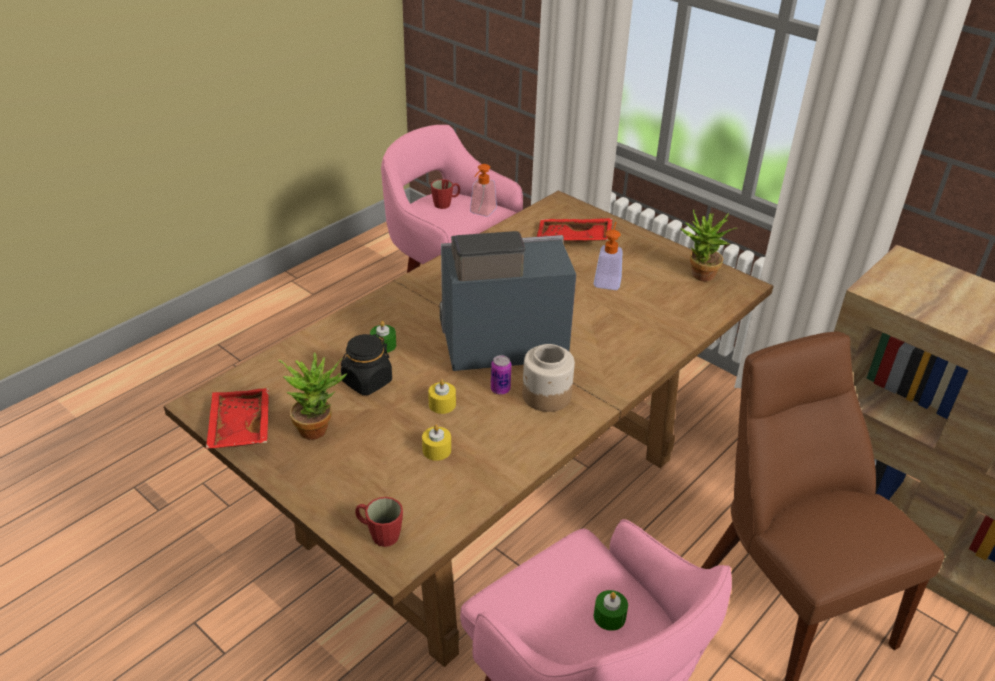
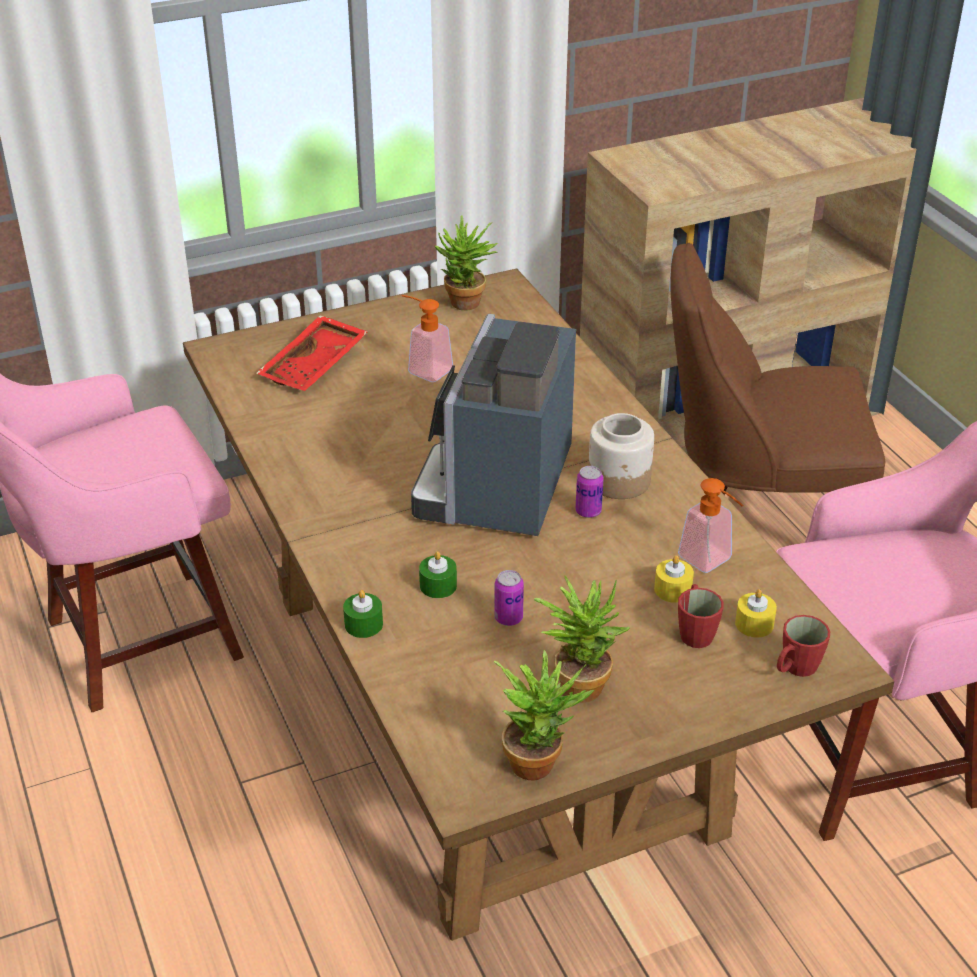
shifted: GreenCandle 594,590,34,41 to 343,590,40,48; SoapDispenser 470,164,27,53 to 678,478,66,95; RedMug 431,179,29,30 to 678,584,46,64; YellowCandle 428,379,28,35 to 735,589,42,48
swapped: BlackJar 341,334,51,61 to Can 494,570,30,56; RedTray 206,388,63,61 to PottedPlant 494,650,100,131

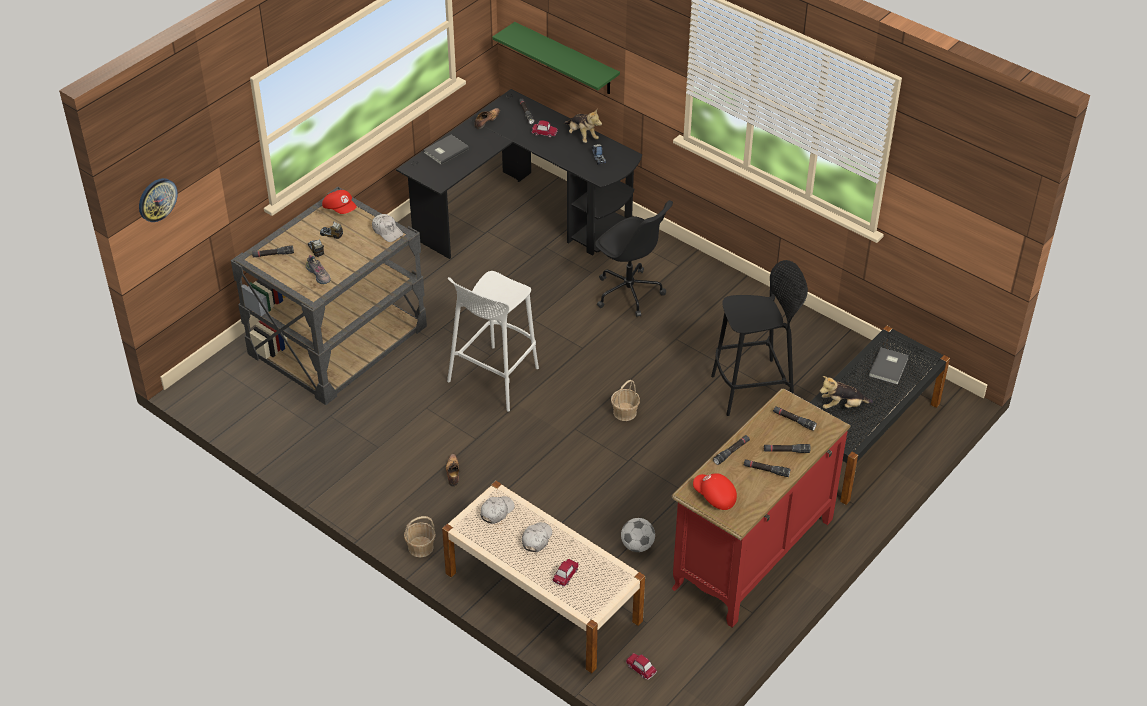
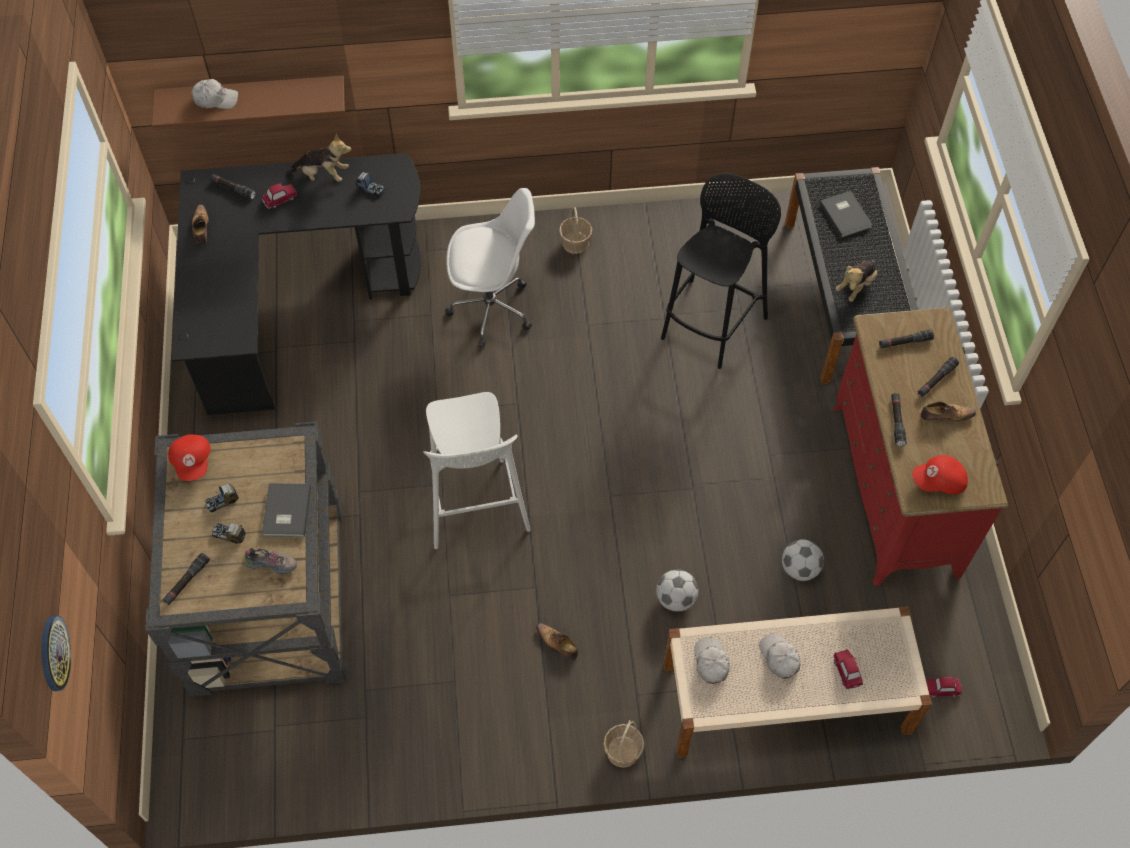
new: Football 656,570,42,42
shifted: WhiteCap 372,214,32,28 to 191,79,47,30; GreyBook 424,135,45,30 to 262,483,49,54; Basket 611,380,29,41 to 559,207,33,47
swapped: BlackFlashlight 743,459,48,18 to Shoe 921,402,55,20
repainted: GreenShelf 492,22,128,72 to BrownShelf 152,75,193,53; BlackOfficeChair 595,200,78,117 to WhiteOfficeChair 445,188,90,159
rotated: RedCap 322,190,35,24 = 168,435,43,46 75 degrees clockwise

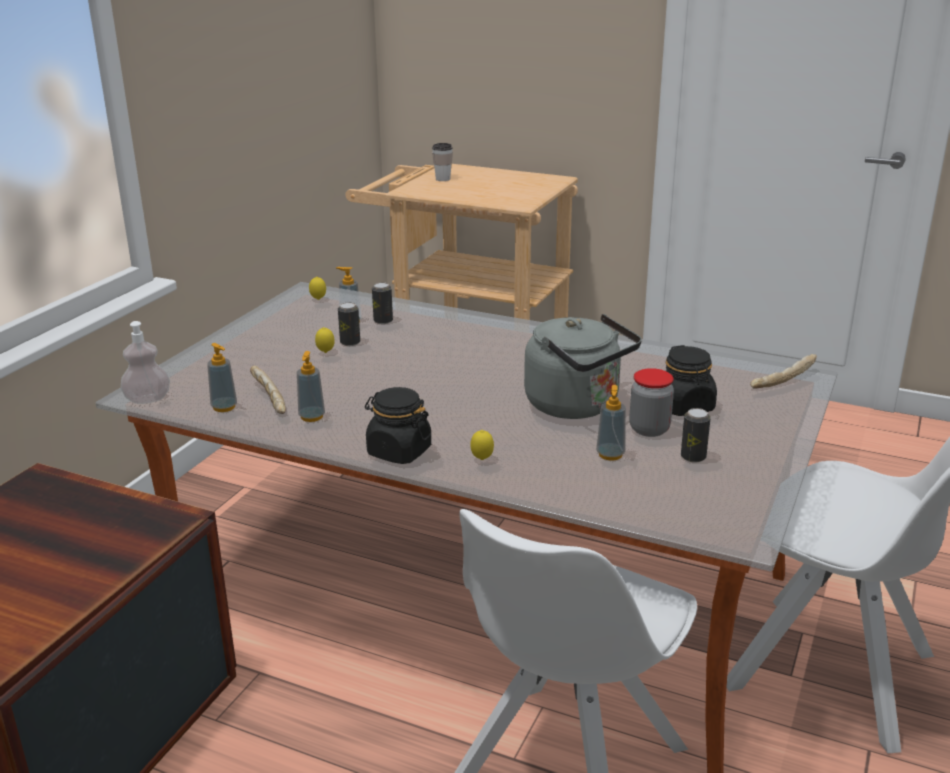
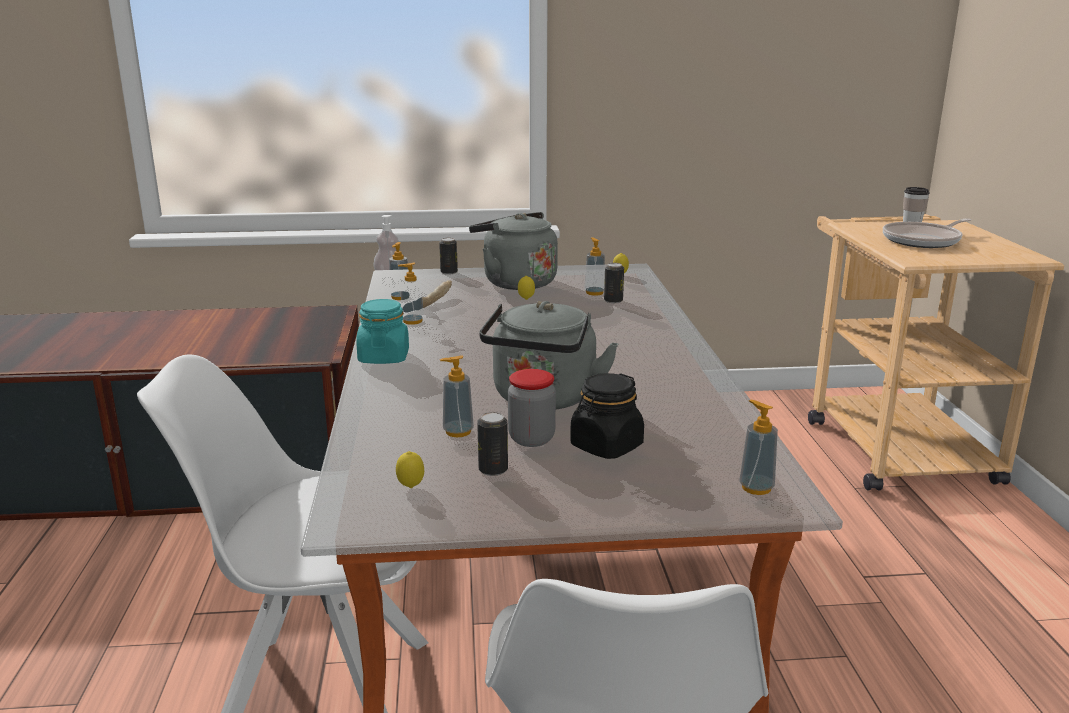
new: GreyKettle 469,212,89,78; FryingPan 883,218,88,30
shifted: Lemon 470,430,24,30 to 396,451,28,37; Can 338,302,22,44 to 439,238,19,37
swapped: Bread 750,354,67,35 to SoapDispenser 739,400,39,95
repainted: BlackJar 365,387,66,77 to TurquoiseJar 356,299,53,65

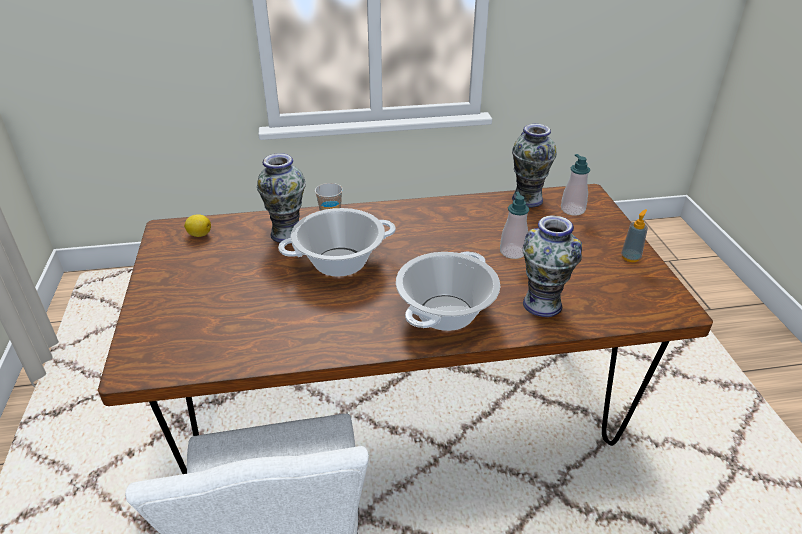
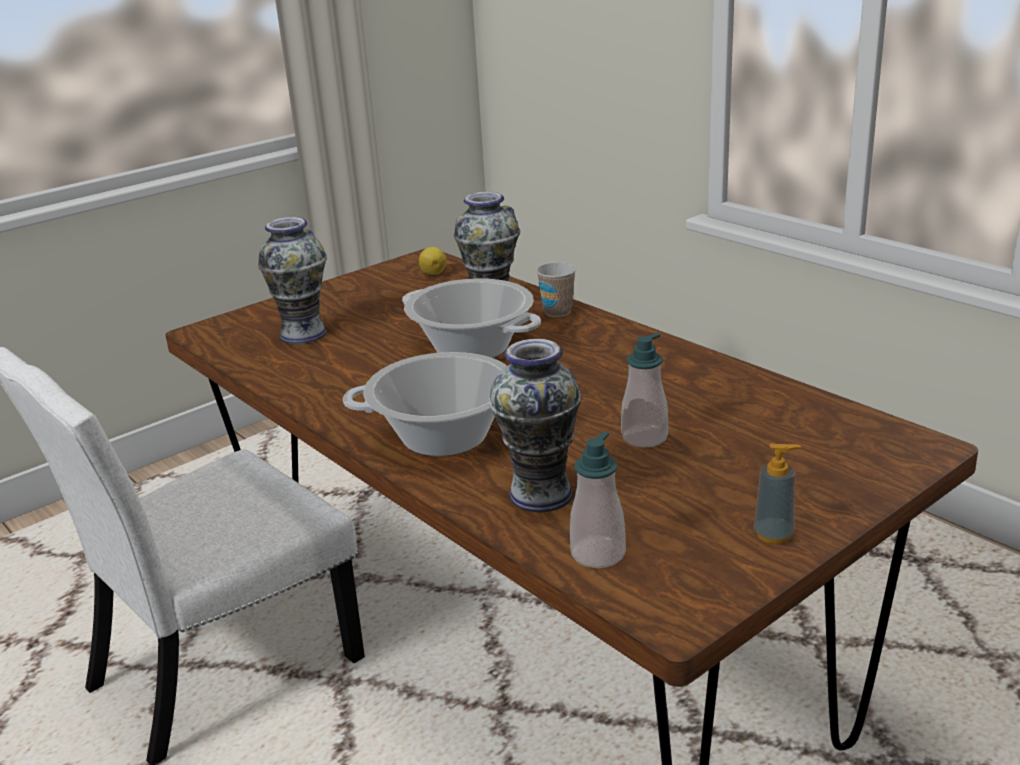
shifted: Vase 512,124,45,84 to 258,217,69,127; SoapDispenser 561,154,29,62 to 570,432,56,136

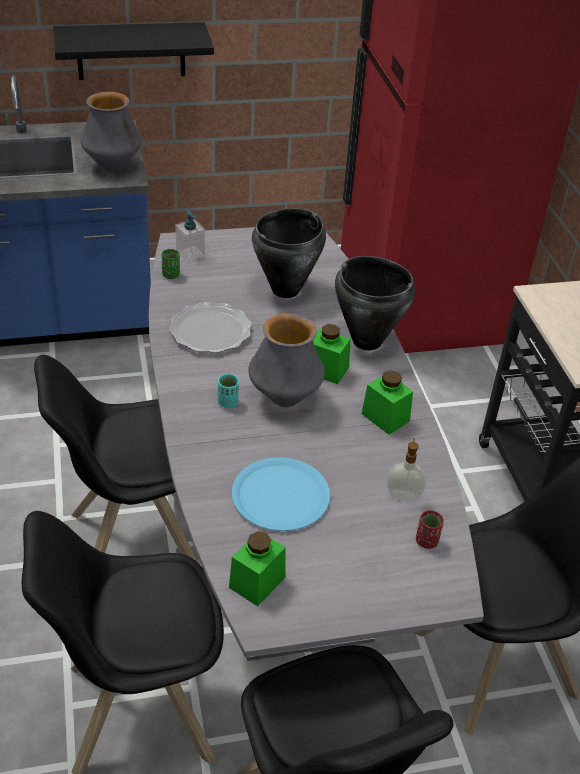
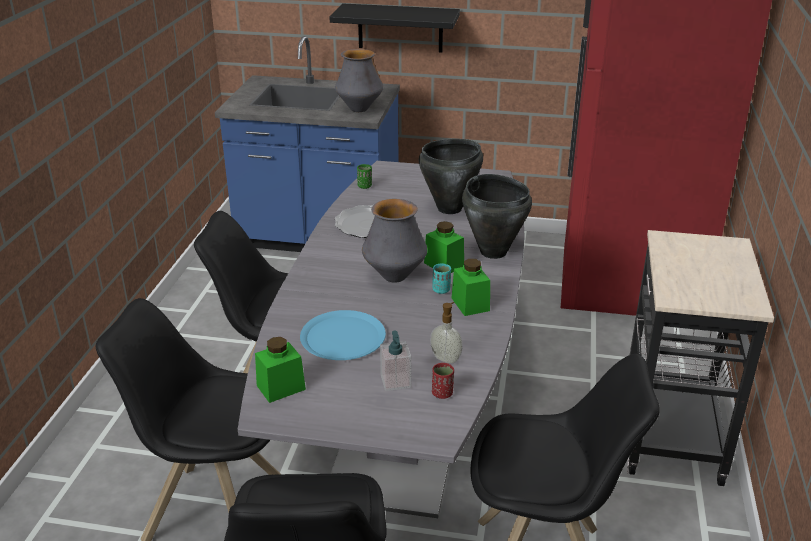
shifted: SoapDispenser 175,210,30,52 to 380,330,31,61; TurquoiseCup 218,374,21,34 to 432,263,19,31

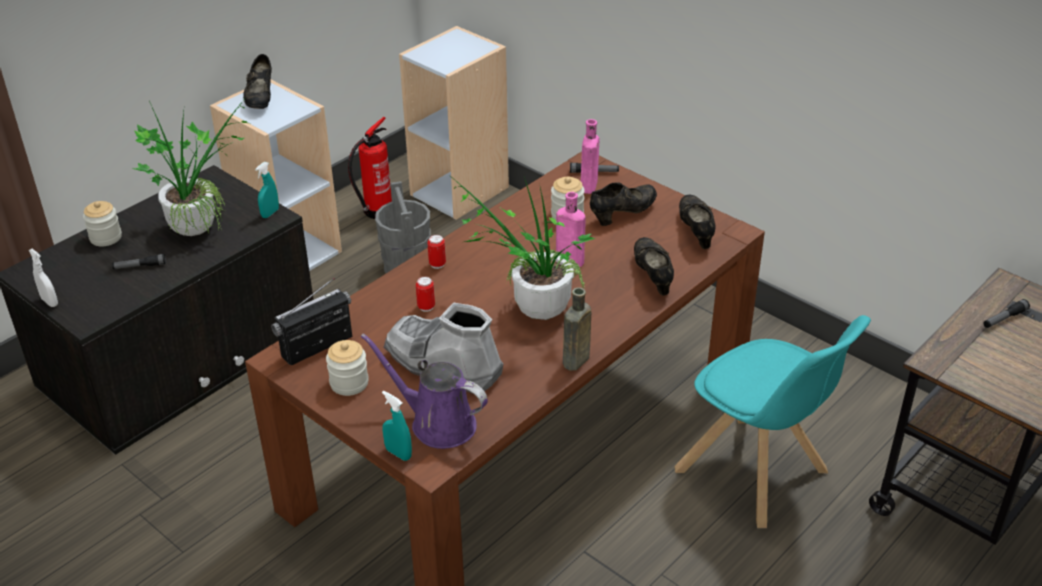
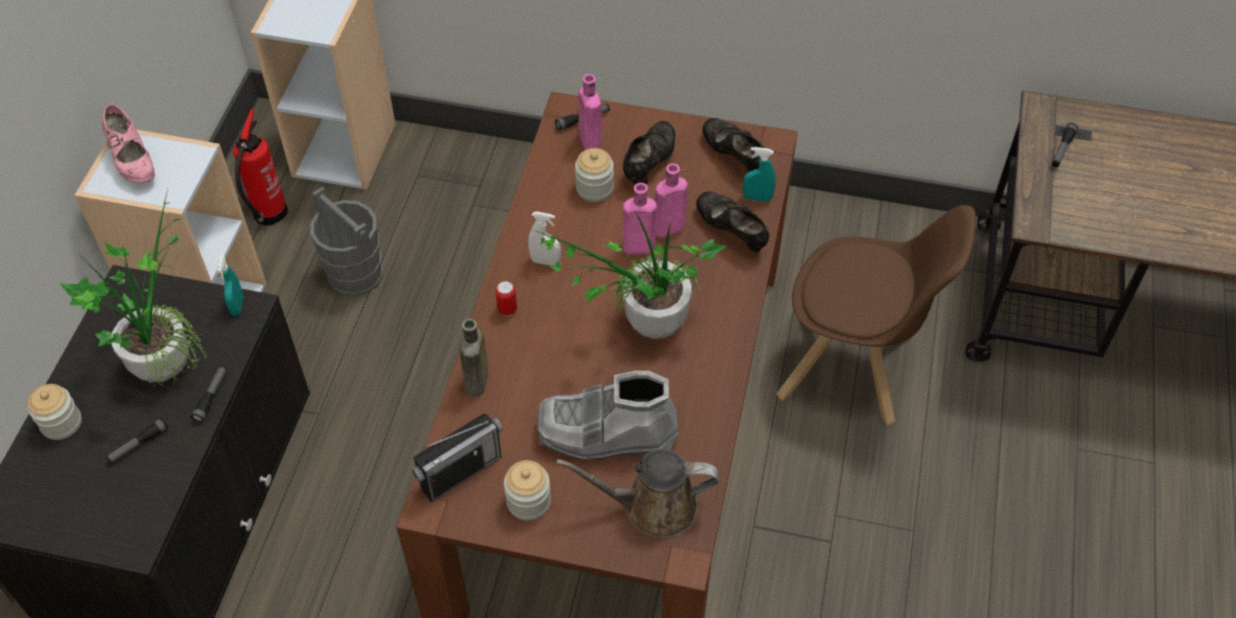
gone: Can 416,276,19,36
new: Flashlight 191,366,36,57; PinkBottle 655,163,33,75
shifted: BrownBottle 563,287,28,84 to 460,319,28,78; WhiteSprayBottle 29,249,29,58 to 528,212,33,54; TurquoiseSprayBottle 382,391,30,70 to 743,147,33,55
repainted: BlackShoe 243,54,29,55 to PinkShoe 102,104,53,79; PurpleWateringCan 360,333,128,116 to BrownWateringCan 556,449,162,90; TurquoiseChair 675,315,196,213 to BrownChair 777,205,199,221
rotated: Radio 271,278,81,87 = 411,413,92,89 150 degrees counterclockwise

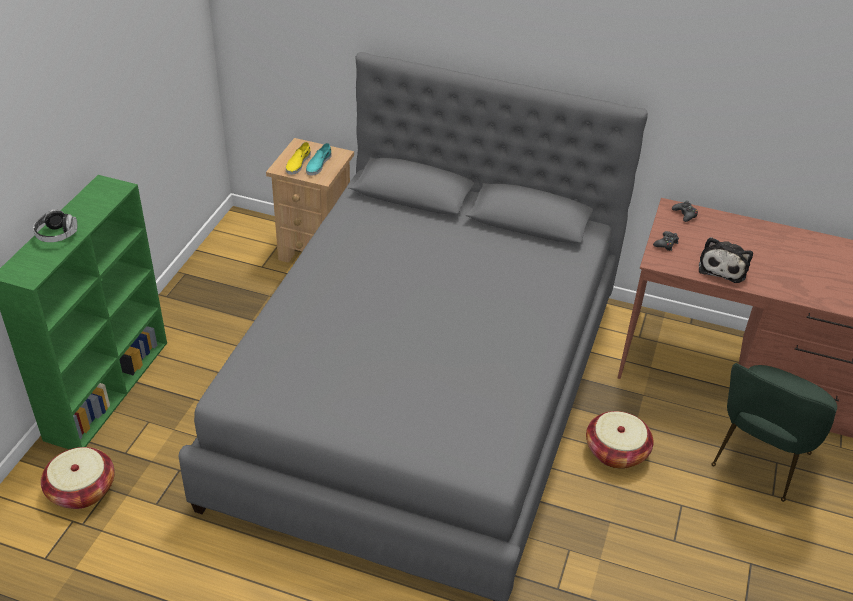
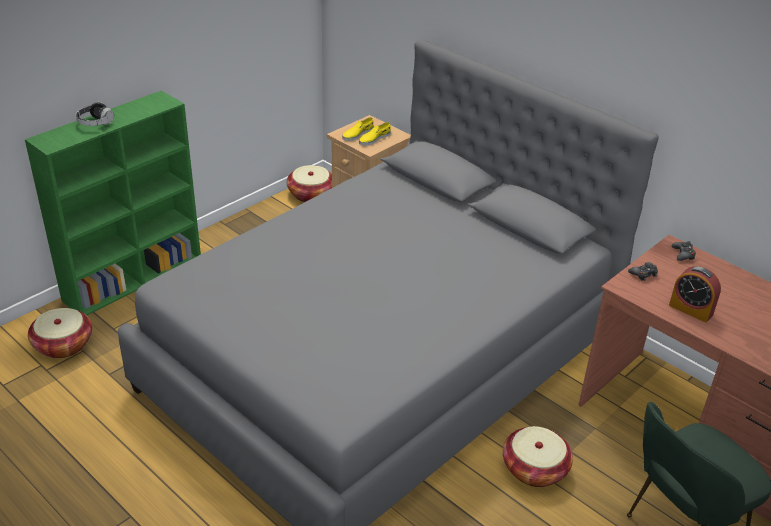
new: Basket 287,165,45,37
swapped: PlushToy 699,237,54,46 to AlarmClock 669,266,52,57
repainted: TurquoiseShoe 306,143,26,32 to YellowShoe 359,122,32,23

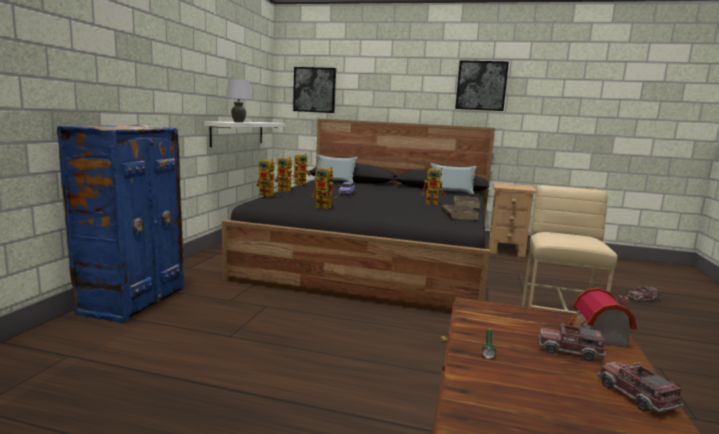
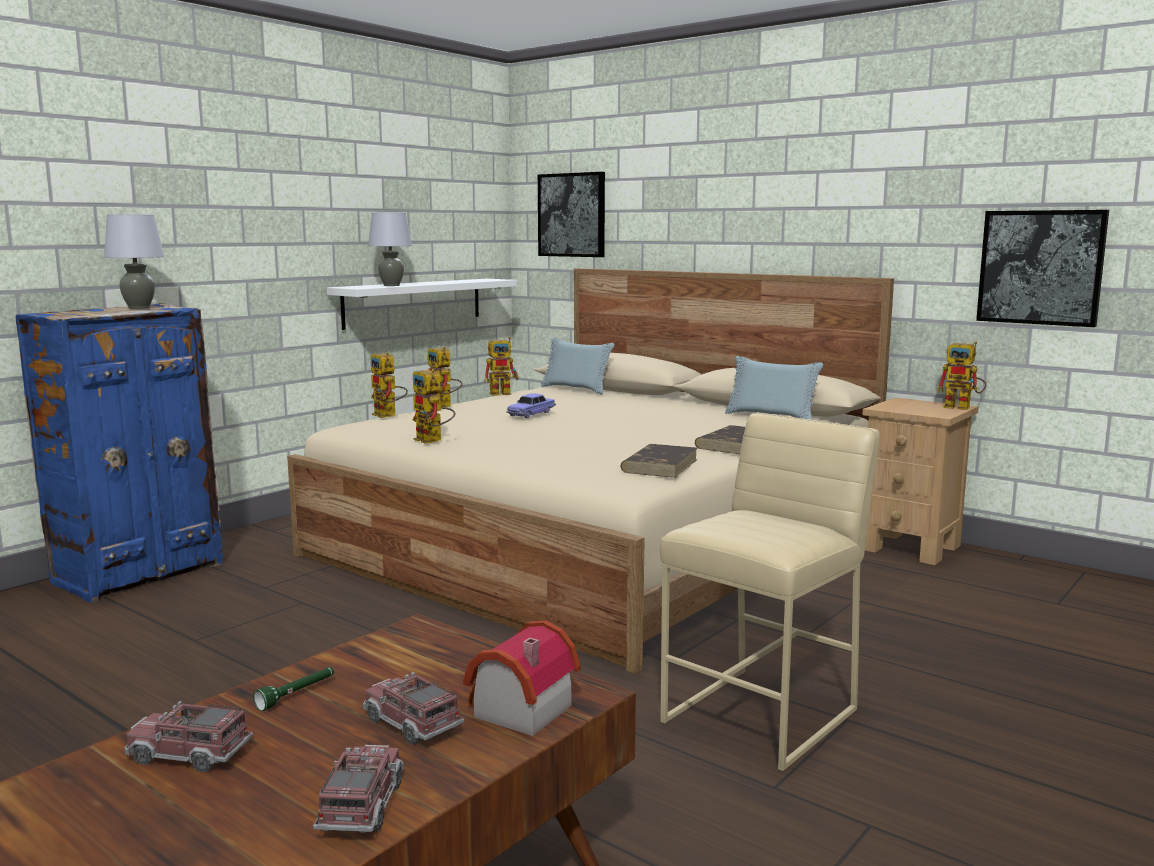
new: GreyTableLamp 104,214,60,95
shifted: ToyTruck 627,286,35,17 to 124,701,129,71; ToyRobot 421,168,25,37 to 937,341,50,69; Picture 455,60,54,51 to 976,210,133,117
repainted: BlackBed 222,118,273,195 to BeigeBed 287,268,607,406

